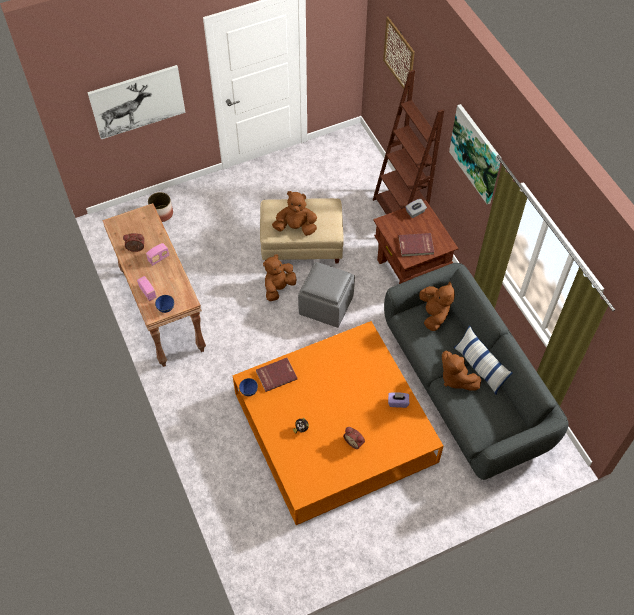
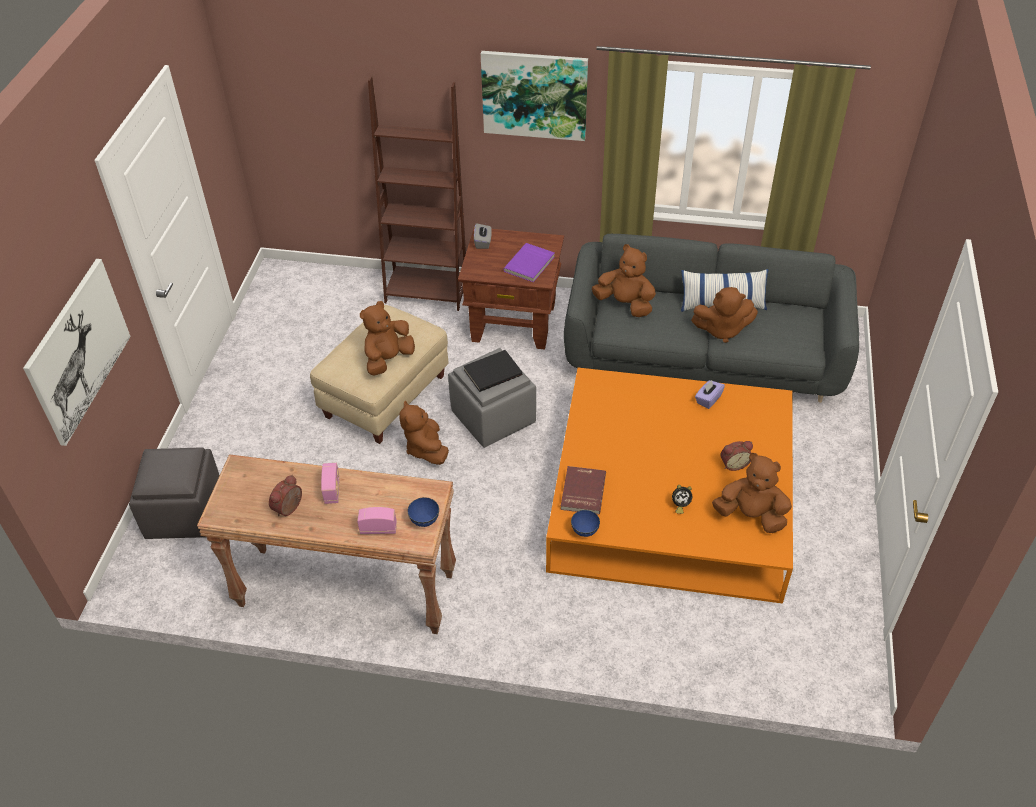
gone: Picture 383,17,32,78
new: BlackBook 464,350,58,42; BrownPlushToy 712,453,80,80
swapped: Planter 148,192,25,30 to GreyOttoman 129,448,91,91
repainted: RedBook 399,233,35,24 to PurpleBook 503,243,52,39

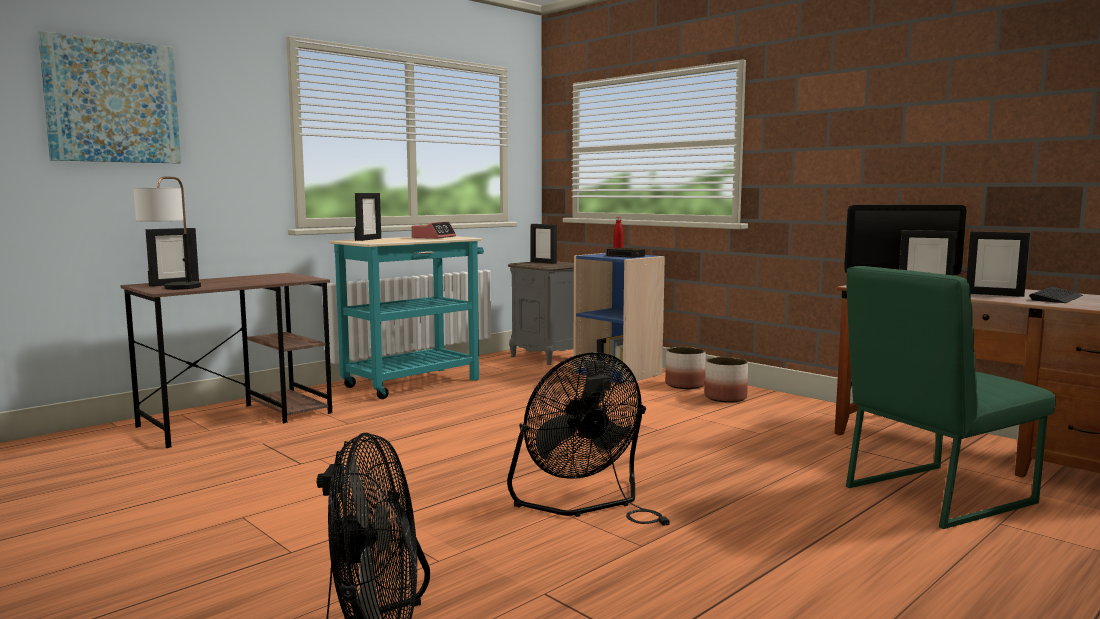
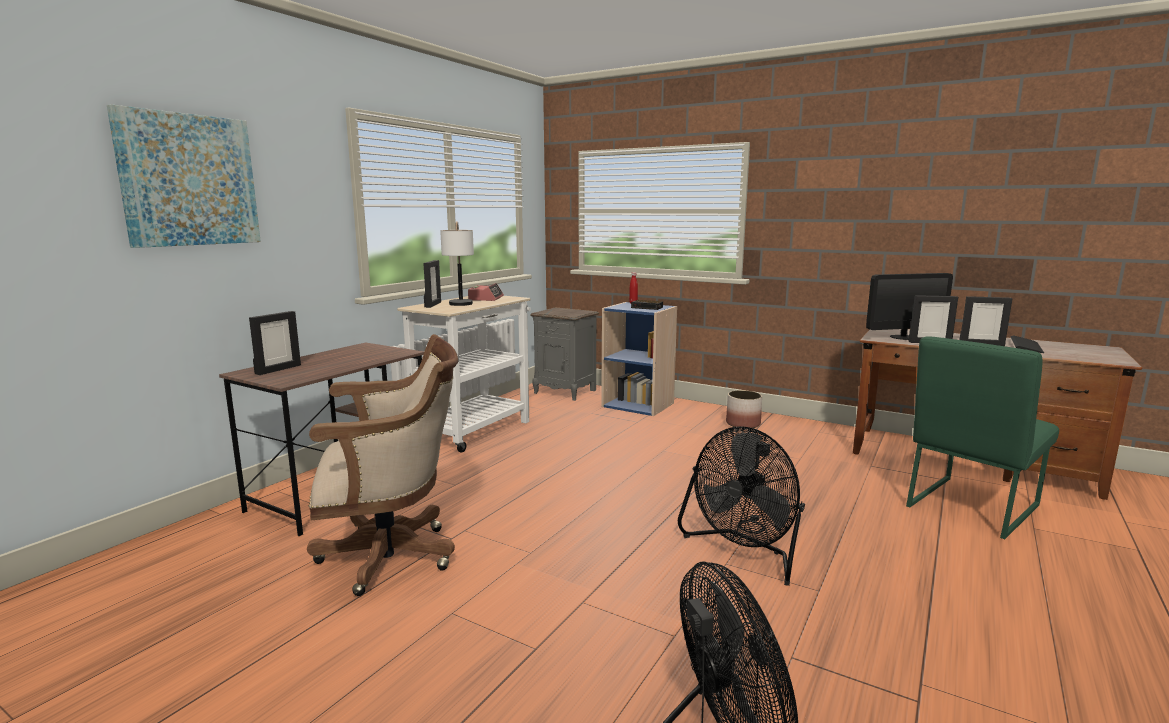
gone: PictureFrame 531,224,26,40; Planter 665,347,41,42
new: OfficeChair 307,334,151,262
shifted: TableLamp 133,177,68,113 to 440,221,34,85
repainted: TurquoiseCart 329,236,155,163 to WhiteCart 397,296,134,157
rotated: BlackFan 507,352,163,174 = 678,426,127,160 90 degrees counterclockwise

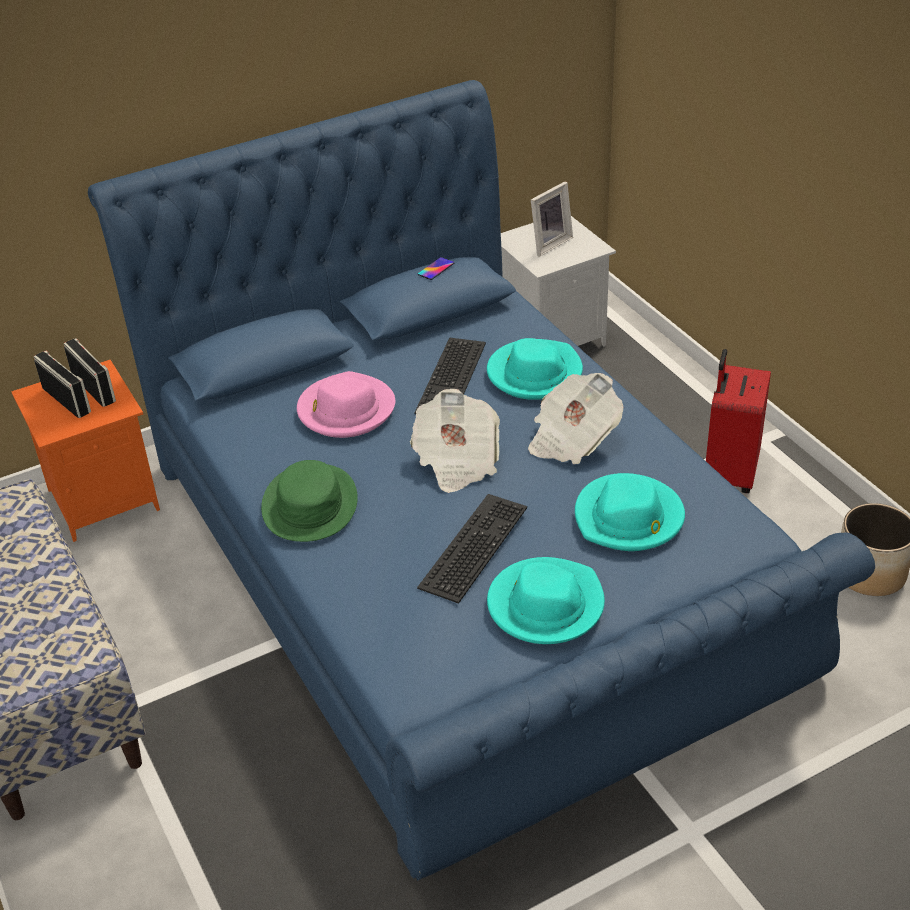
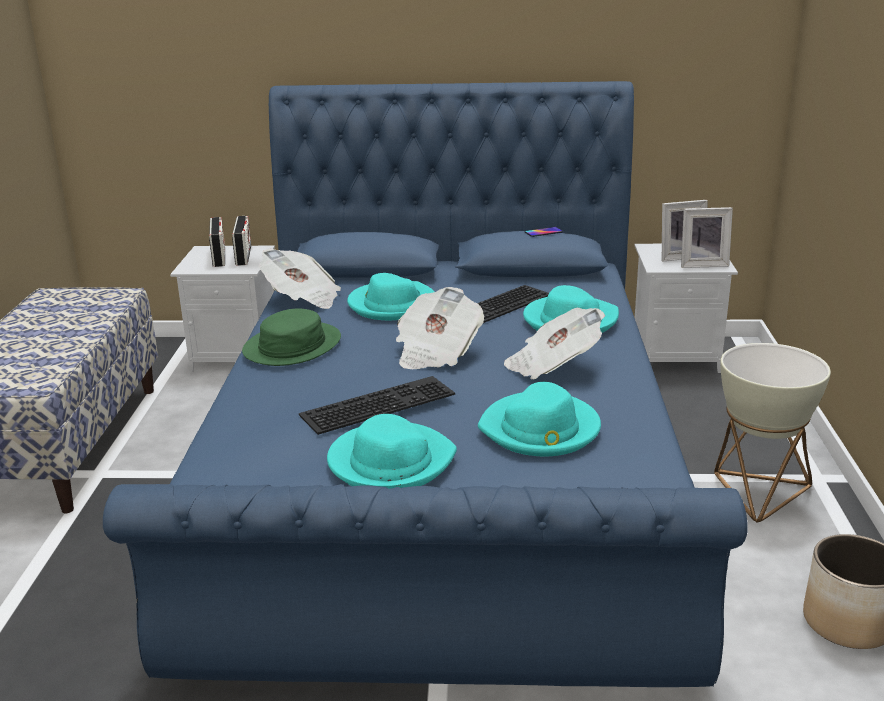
new: Newspaper 258,249,83,60; PictureFrame 681,207,52,61
swapped: RedSuitcase 706,349,65,144 to Planter 714,343,117,179
repainted: OrangeNightstand 11,360,149,182 to GreyNightstand 170,246,105,126; PinkHat 297,371,98,67 to TurquoiseHat 347,273,88,47

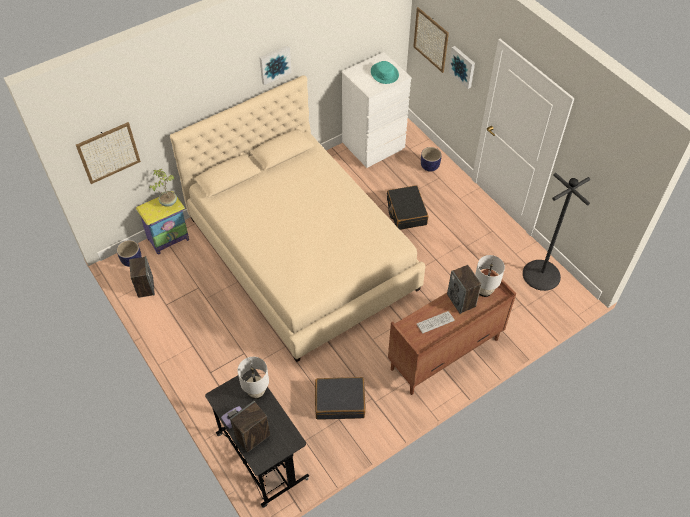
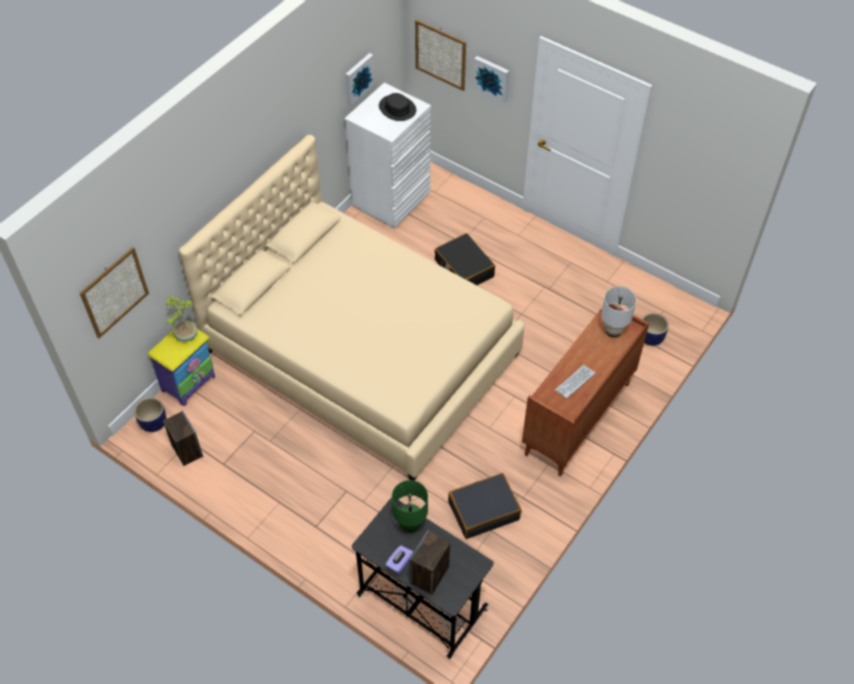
gone: Speaker 447,265,34,49; BlackClothesRack 523,173,67,118
shifted: Picture 259,45,33,40 to 346,53,29,53; Planter 421,147,21,25 to 642,313,27,33
repainted: TurquoiseHat 371,61,28,23 to BlackHat 379,93,37,28; WhiteTableLamp 237,357,32,42 to GreenTableLamp 392,480,36,52

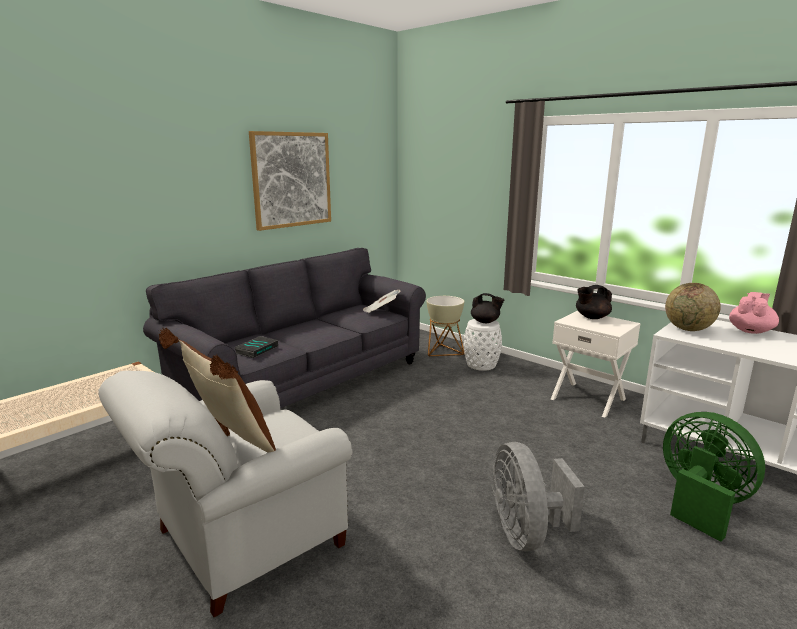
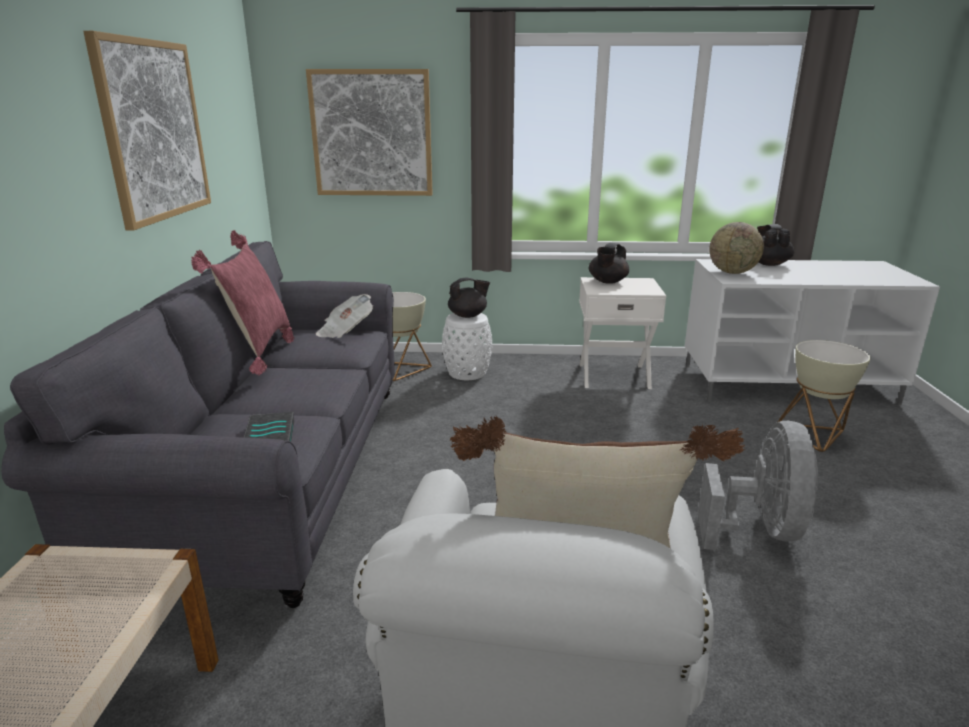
new: RedPillow 191,230,104,146; Picture 306,69,127,127
swapped: GreenFan 663,412,102,130 to Planter 778,340,93,112
repainted: PinkTeapot 729,292,50,42 to BlackTeapot 757,224,37,42
rotated: GreyFan 492,442,93,109 = 698,421,121,129 120 degrees counterclockwise

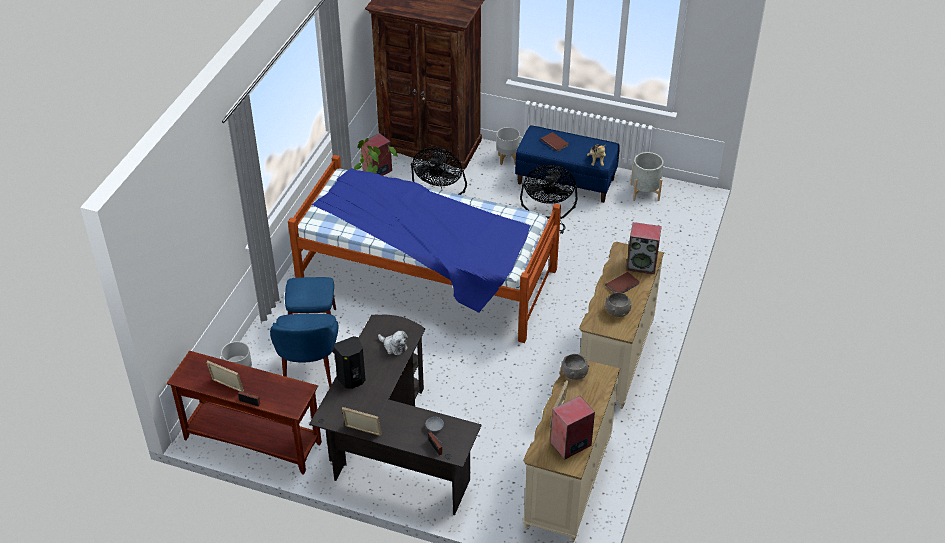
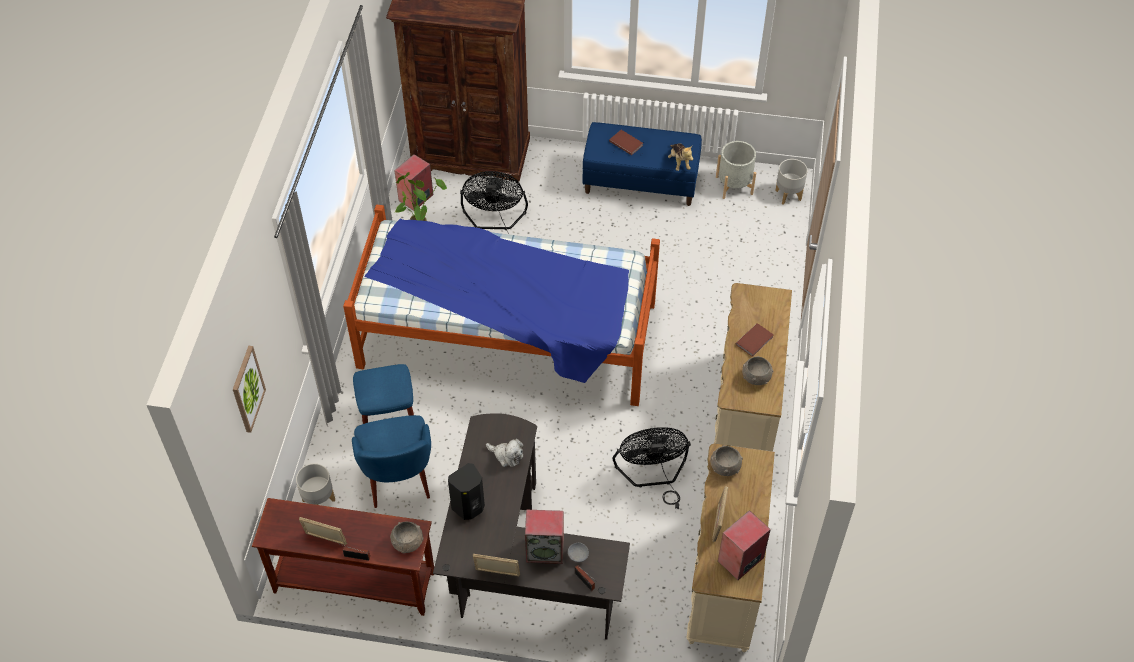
new: Picture 233,346,33,87; GreyBowl 390,521,34,32
shifted: Speaker 626,222,36,52 to 525,510,39,54; BlackFan 520,165,58,69 to 613,427,78,83; GreyPlanter 496,127,24,38 to 775,159,32,46

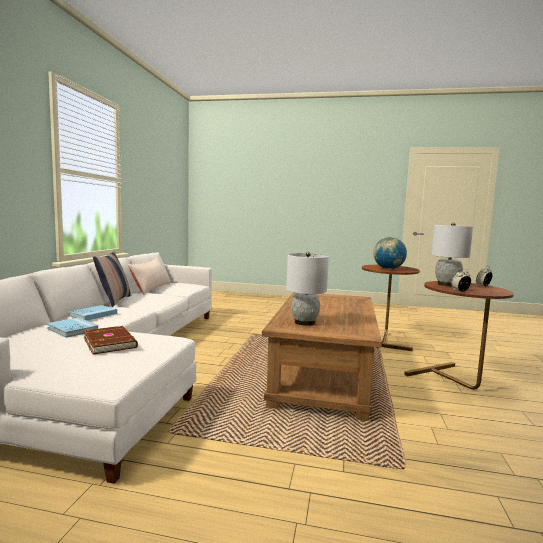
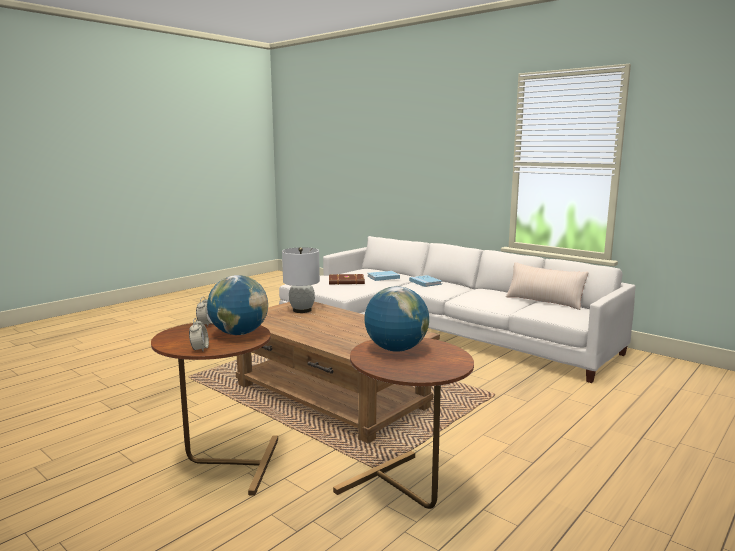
gone: Pillow 93,252,38,55
swapped: WhiteTableLamp 431,222,42,64 to Globe 207,275,61,60

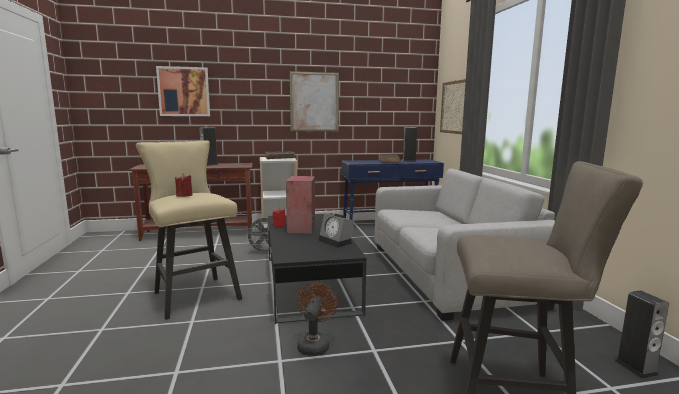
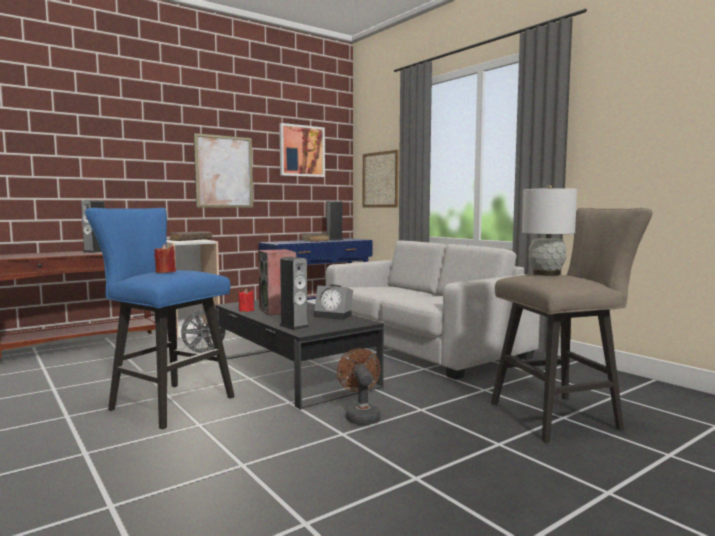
new: WhiteTableLamp 522,185,55,91
shifted: Picture 156,66,54,50 to 279,123,46,54; Speaker 615,290,54,89 to 279,257,30,73
repainted: BeigeStool 136,140,106,180 to BlueStool 85,208,150,221

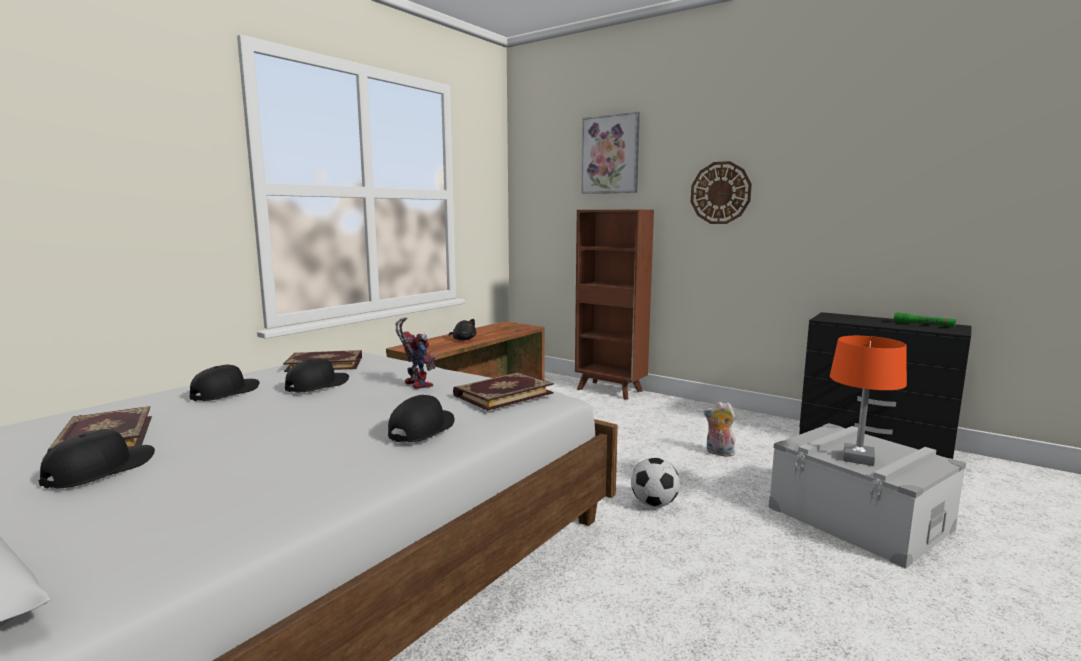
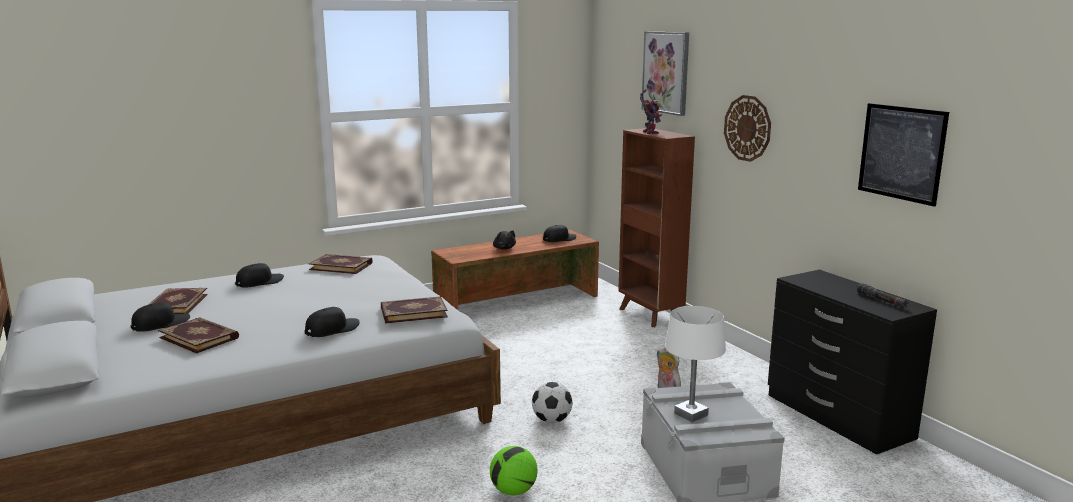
new: Book 158,317,81,37; Football 490,446,48,50; Picture 858,103,91,104
shifted: BlackCap 285,358,64,34 to 543,225,33,17; ToyRobot 395,317,42,72 to 640,89,22,45
repainted: OrangeTableLamp 830,336,77,130 to WhiteTableLamp 665,306,61,116; GreenFlashlight 894,313,62,14 to BlackFlashlight 857,283,51,25

